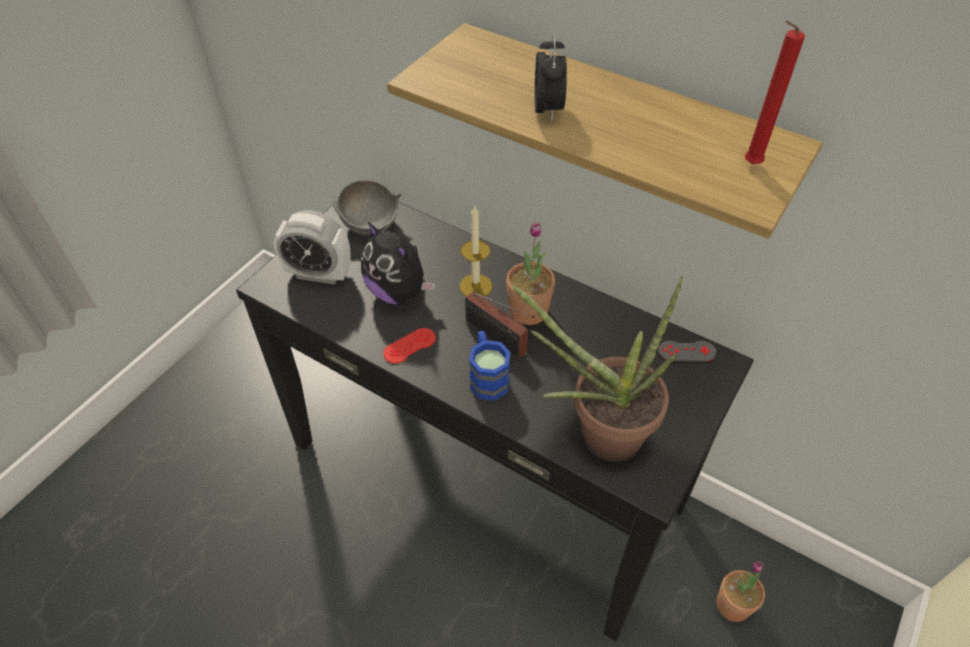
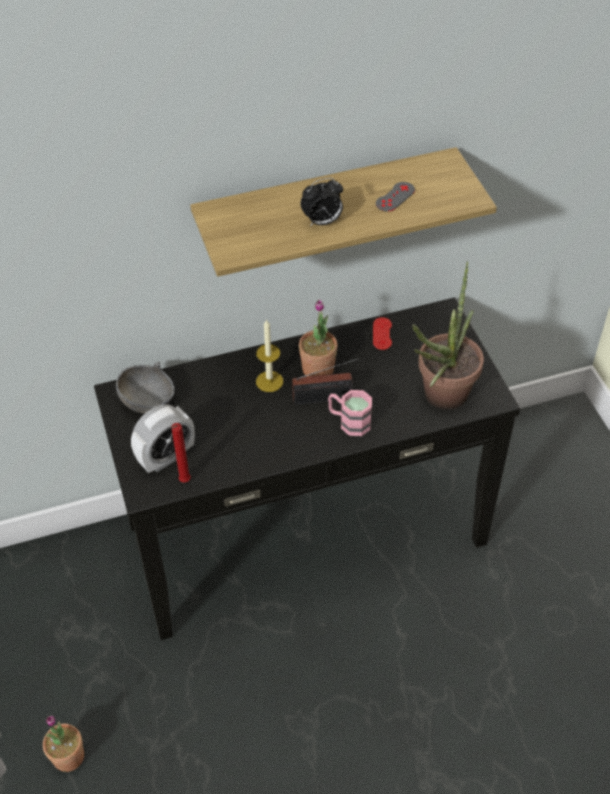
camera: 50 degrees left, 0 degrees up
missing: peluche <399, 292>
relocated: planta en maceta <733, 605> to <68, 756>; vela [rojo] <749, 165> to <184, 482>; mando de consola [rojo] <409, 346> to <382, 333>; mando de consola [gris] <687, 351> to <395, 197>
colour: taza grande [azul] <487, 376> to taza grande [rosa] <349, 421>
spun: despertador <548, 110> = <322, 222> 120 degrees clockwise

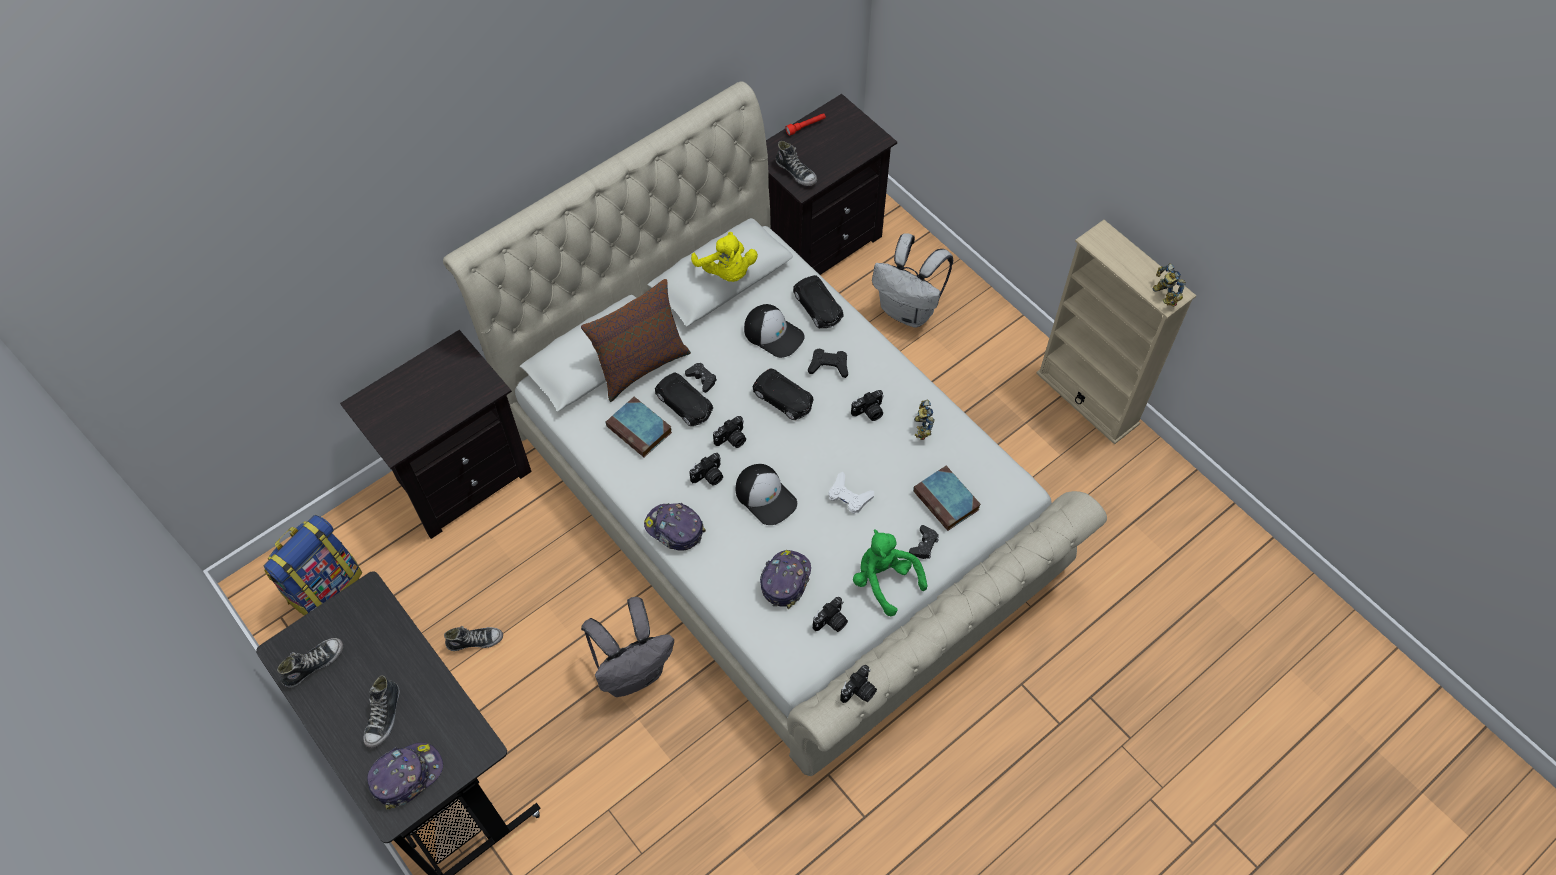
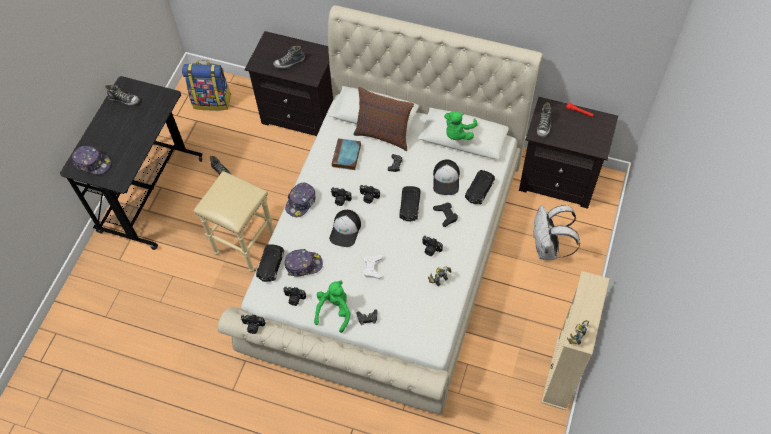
camera: 60 degrees right, 0 degrees up
missing: libro <947, 501>
relocated: coche de juguete [negro] <685, 404> to <270, 265>; zapato <384, 717> to <289, 62>
exchanged: mochila [gris] <633, 672> to taburete [beis] <247, 245>
colour: peluche [amarillo] <726, 272> to peluche [verde] <458, 133>
spun: gorra <674, 529> = <301, 202> 150 degrees counterclockwise

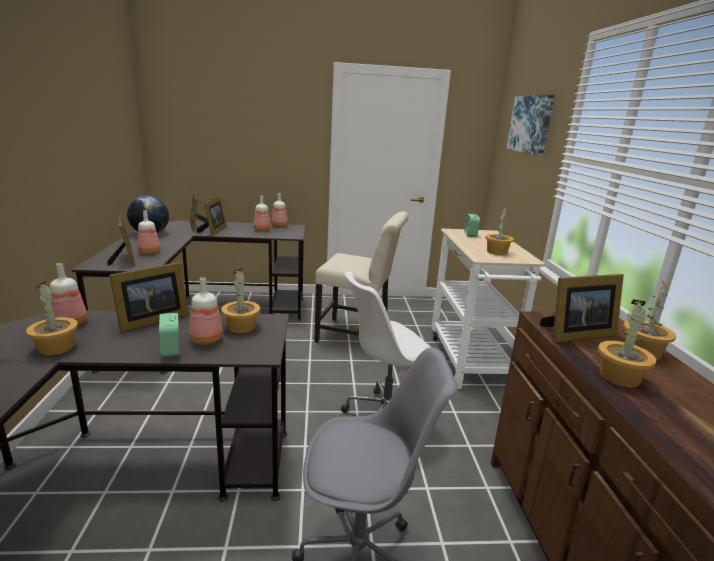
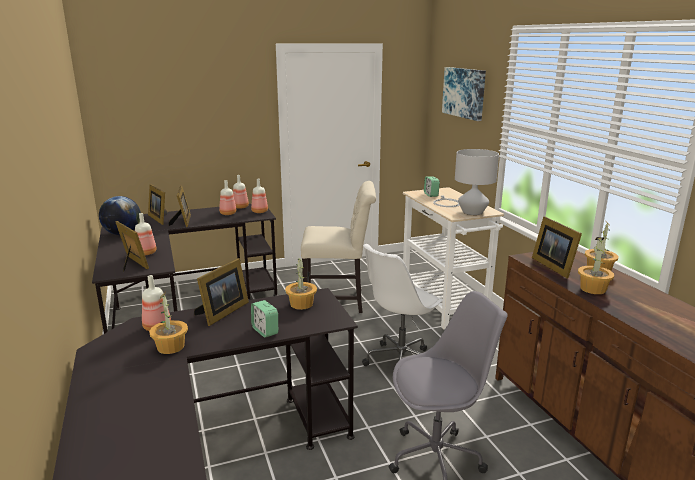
camera: 15 degrees left, 0 degrees up
relocated: botella <205, 340> to <259, 212>
exchanged: planta en maceta <496, 252> to lámpara de mesa [gris] <462, 208>
spun: portarretratos <575, 334> = <553, 266> 105 degrees clockwise

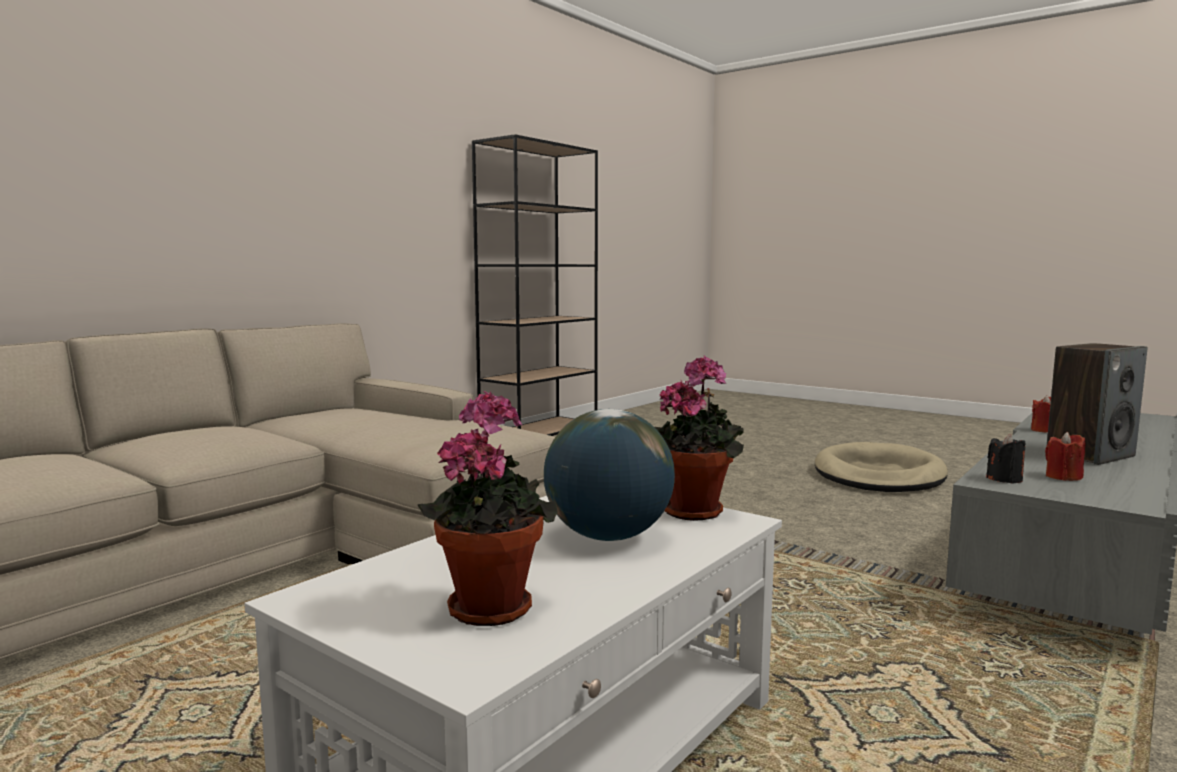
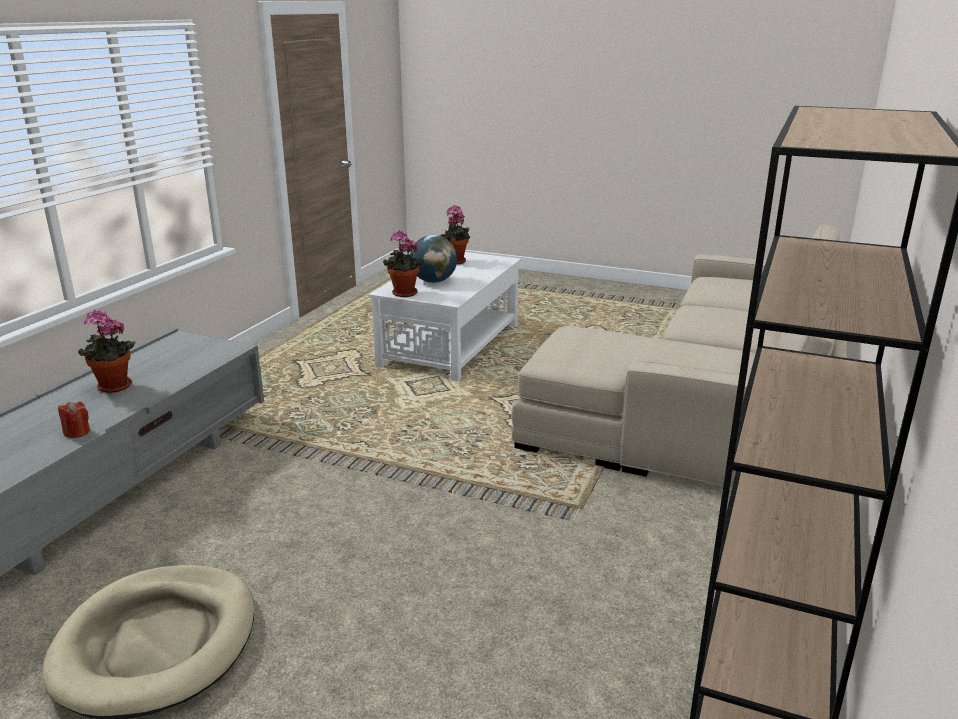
camera: 165 degrees right, 15 degrees up
missing: vela [negro] <1004, 479>; vela [rojo] <1063, 477>
exchanged: altavoz <1089, 455> to planta en maceta <113, 388>

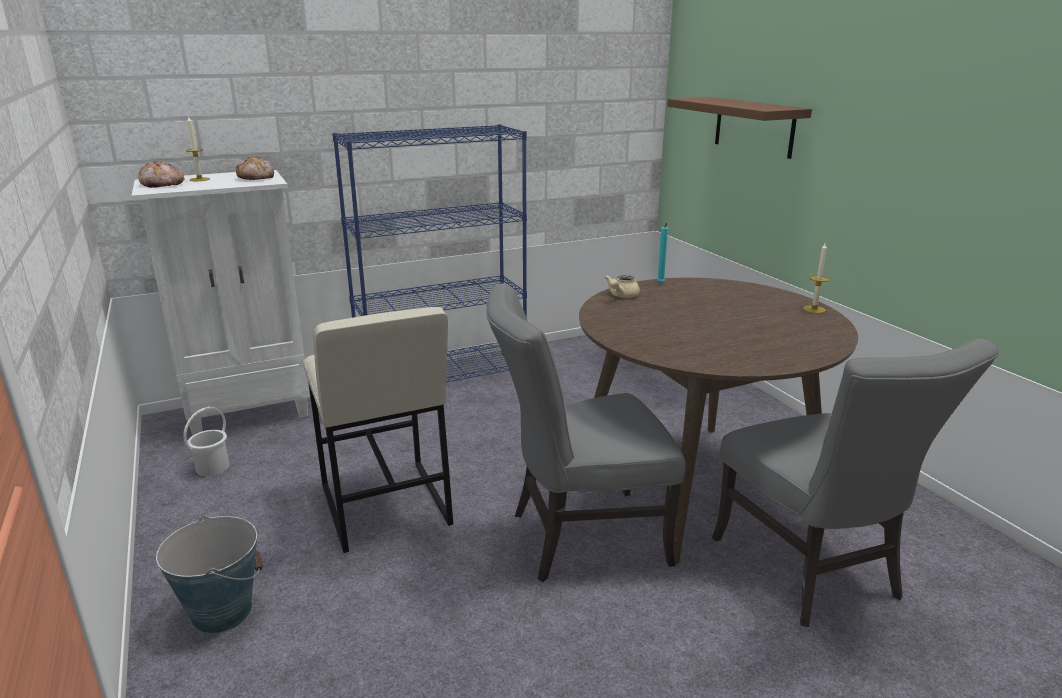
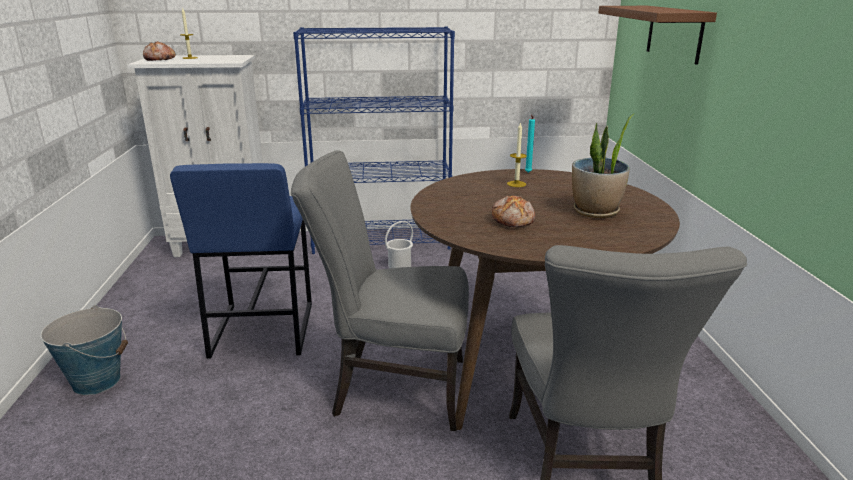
camera: 20 degrees right, 0 degrees up
missing: tetera [beis] <621, 296>
appeared: planta en maceta <595, 212>
relocated: cubo [blanco] <212, 467> to <399, 266>; pan <256, 178> to <513, 220>; vela <814, 309> to <516, 184>
colour: silla [beis] <386, 507> to silla [azul] <262, 331>

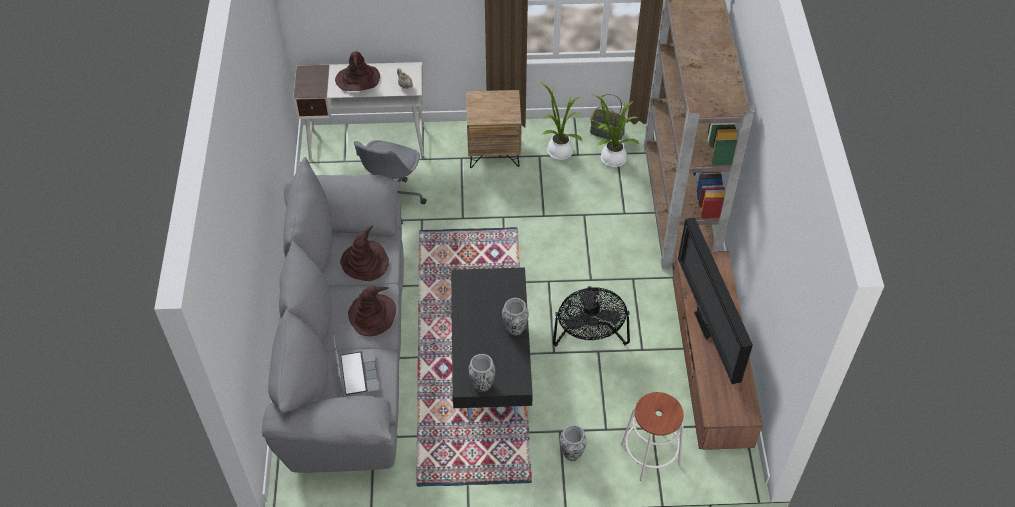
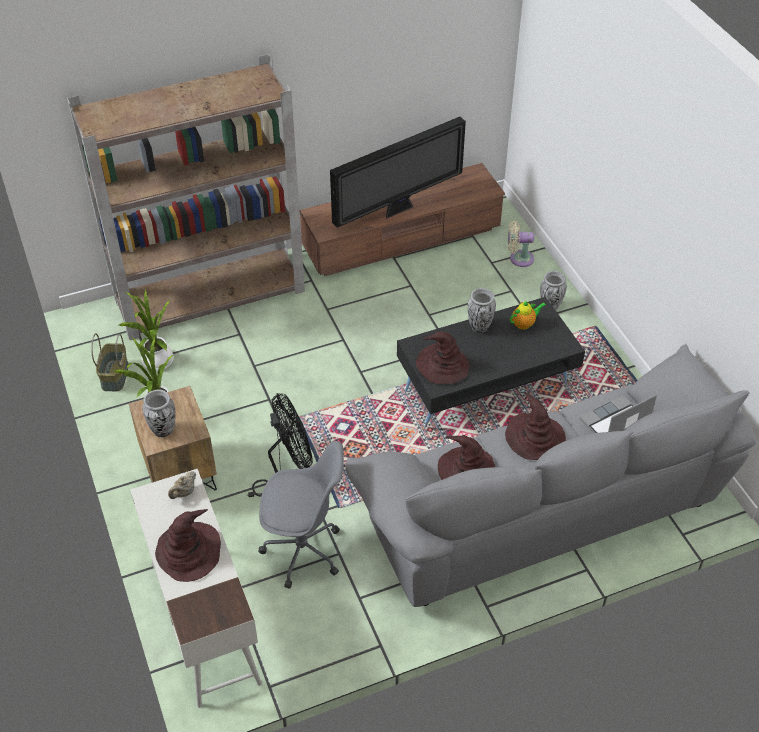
camera: 110 degrees left, 5 degrees down
appeared: sombrero [marrón] <442, 365>; tetera <524, 324>
relocated: florero <482, 385> to <163, 430>; ventilador [negro] <586, 332> to <287, 468>
exchanged: taburete [blanco] <650, 454> to ventilador [beis] <519, 258>

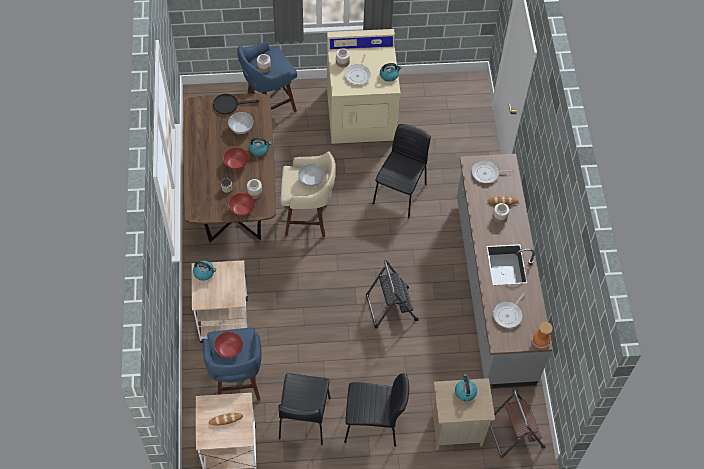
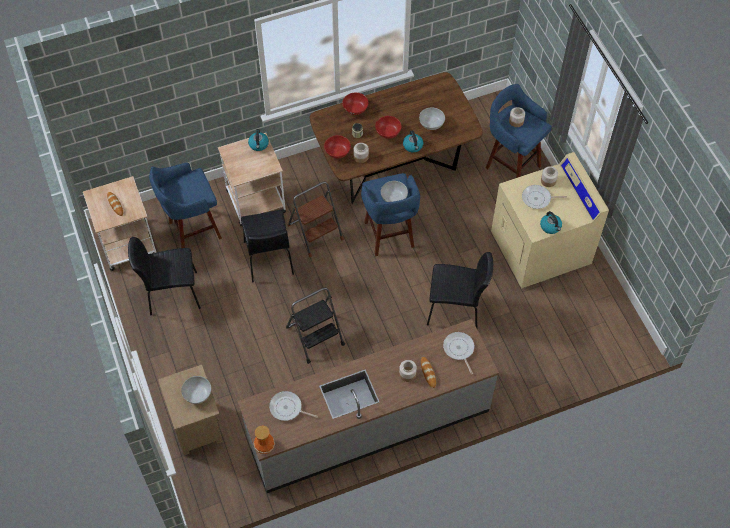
camera: 75 degrees right, 0 degrees up
missing: sartén [negro] <229, 105>
relocated: silla [negro] <374, 423> to <269, 260>; escalera de tijera [marrón] <513, 433> to <314, 230>; cuenco [rojo] <229, 349> to <355, 109>
exchanged: hervidor <465, 392> to cuenco [blanco] <197, 395>
colour: taburete [beis] <308, 220> to taburete [azul] <389, 237>

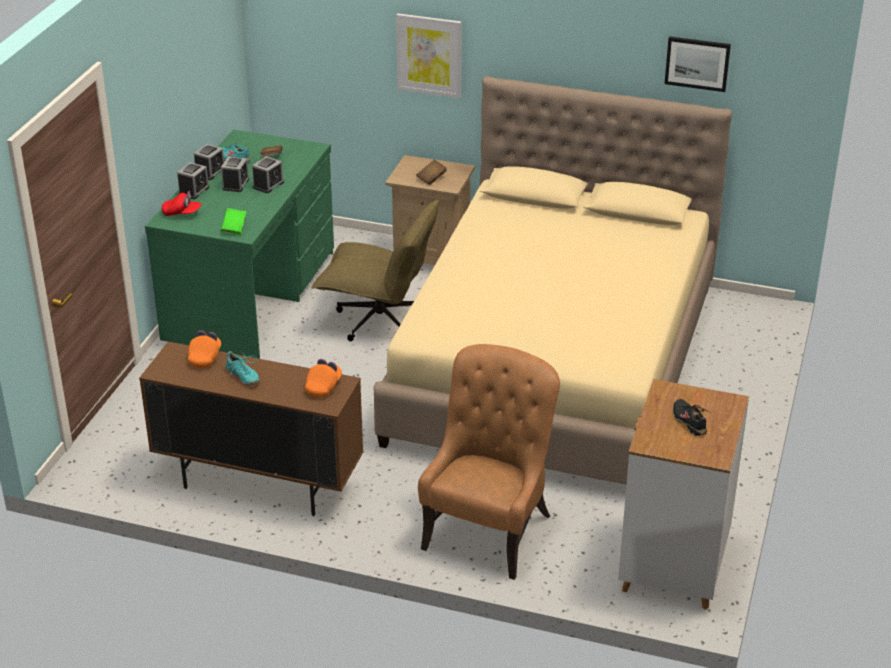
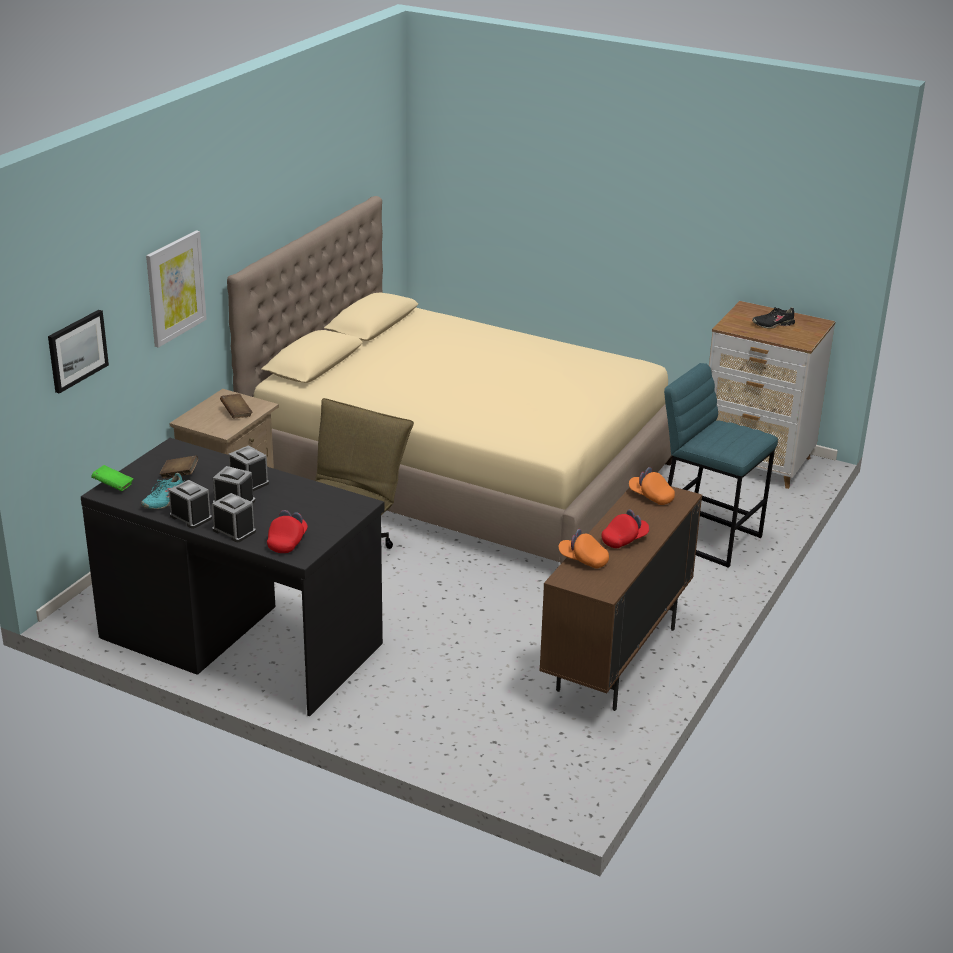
camera: 80 degrees left, 5 degrees down
relocated: cuadro <697, 63> to <77, 350>; libro [verde] <234, 228> to <113, 486>
exchanged: zapato [turquesa] <242, 376> to gorra [rojo] <624, 540>; silla [marrón] <489, 531> to taburete [turquesa] <707, 537>
colour: escritorio [verde] <251, 295> to escritorio [negro] <241, 639>

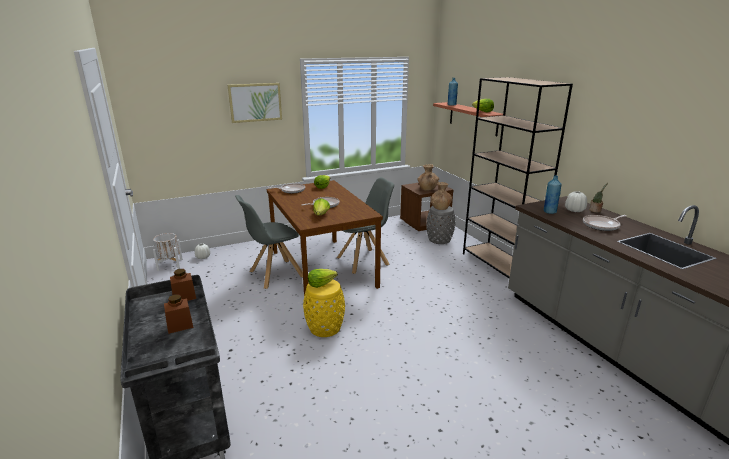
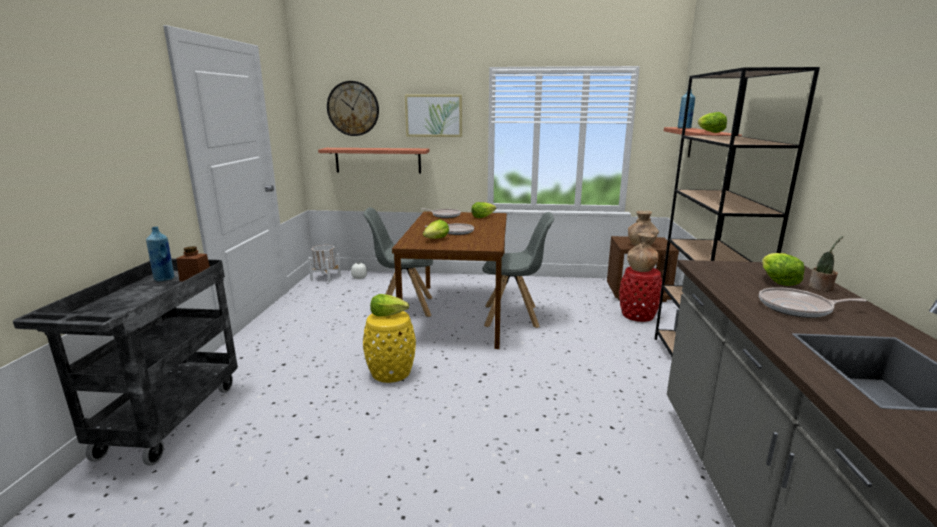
camera: 30 degrees right, 5 degrees down
missing: tarro [marrón] <180, 325>
appeared: estante <378, 160>; reloj de pared <353, 108>
relocated: botella [azul] <549, 212> to <165, 279>
exchanged: florero [blanco] <574, 210> to lechuga <776, 281>
colour: taburete [gris] <439, 240> to taburete [rojo] <638, 315>

